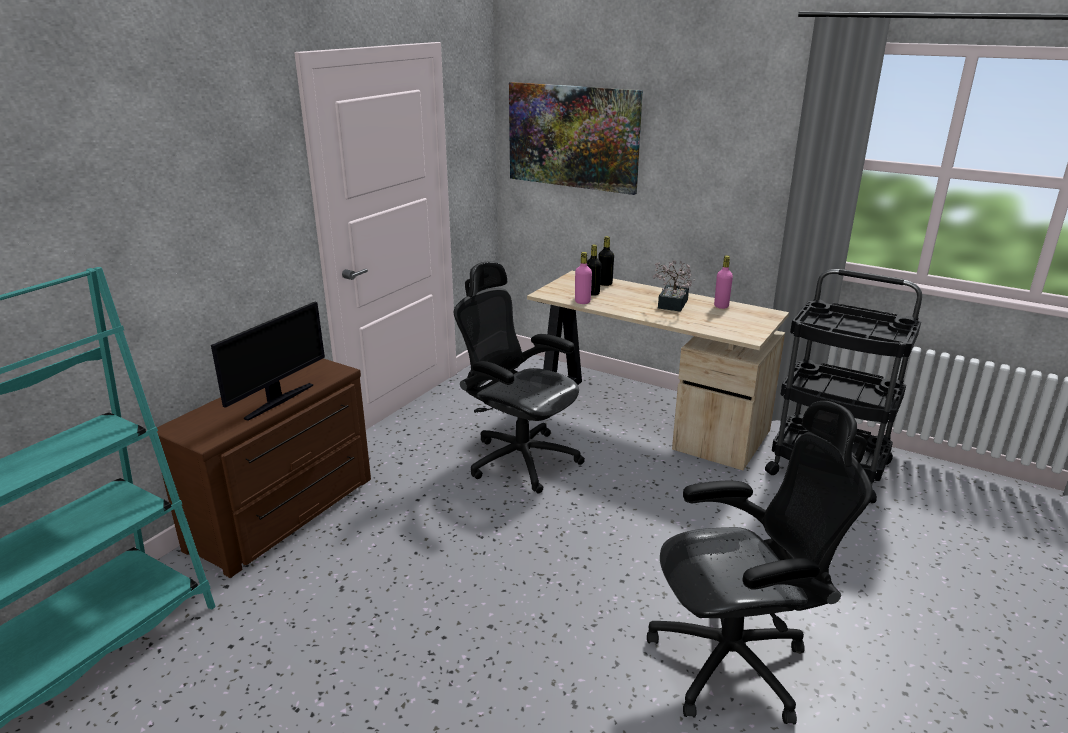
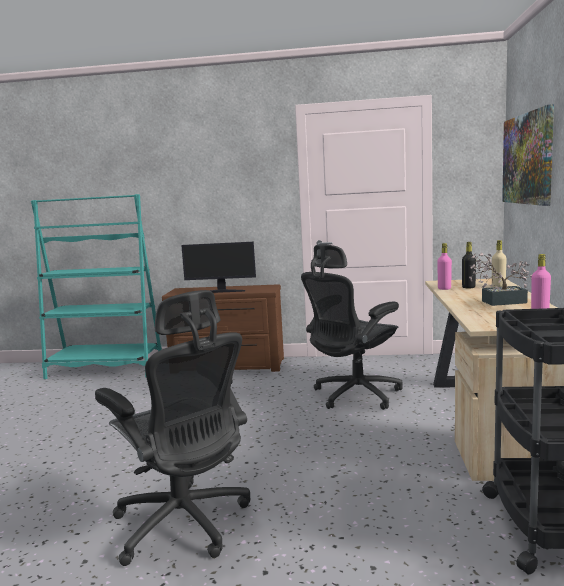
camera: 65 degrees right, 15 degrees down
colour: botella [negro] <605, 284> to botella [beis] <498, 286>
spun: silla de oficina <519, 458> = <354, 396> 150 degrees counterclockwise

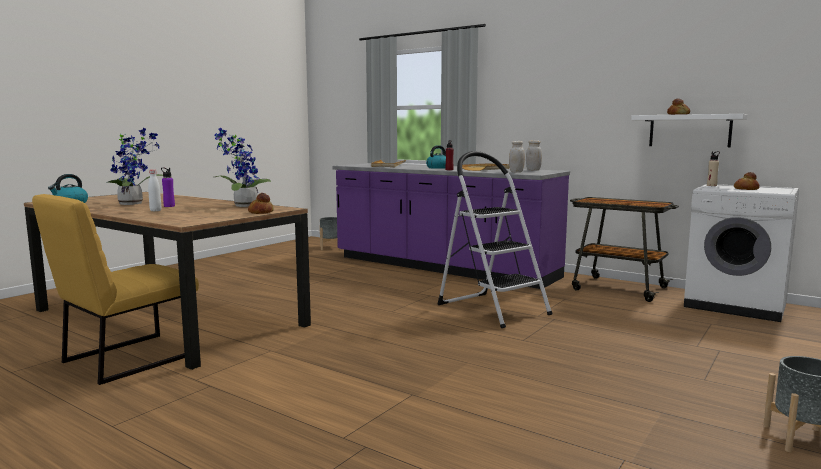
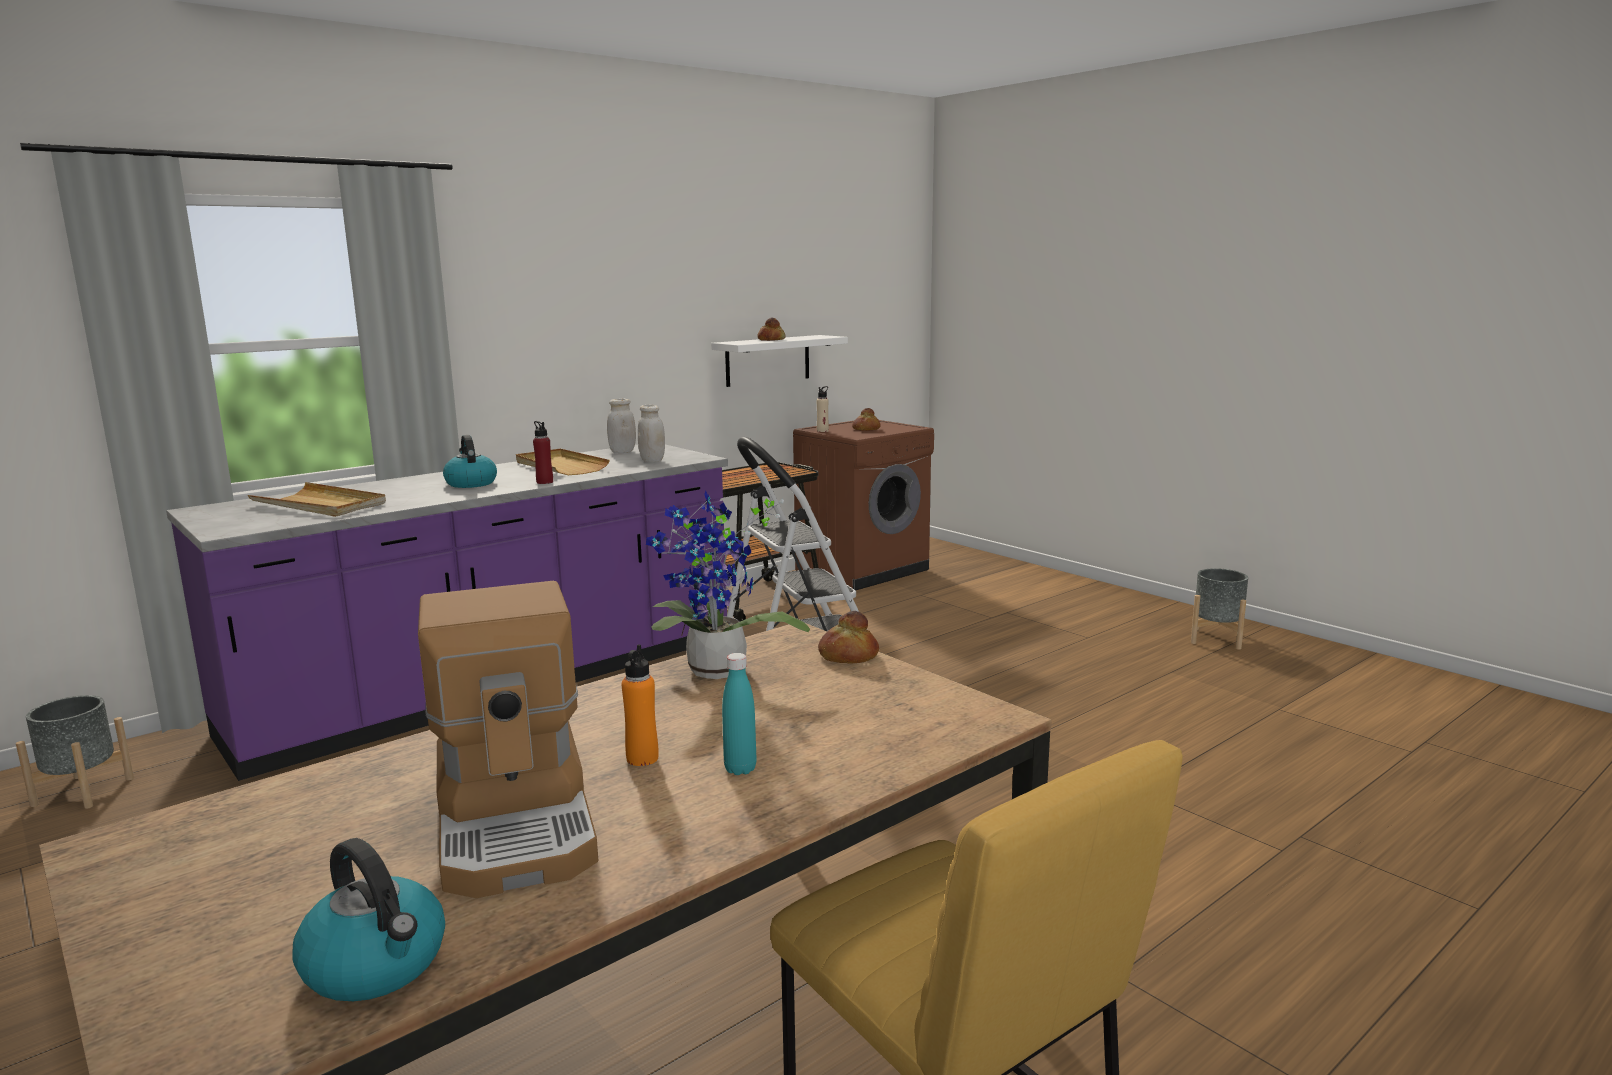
camera: 75 degrees left, 5 degrees up
exchanged: planta en maceta <134, 204> to cafetera <518, 820>
colour: botella [morado] <169, 206> to botella [naranja] <642, 758>; botella [blanco] <155, 210> to botella [turquesa] <740, 769>; lavadora [blanco] <735, 306> to lavadora [marrón] <864, 571>

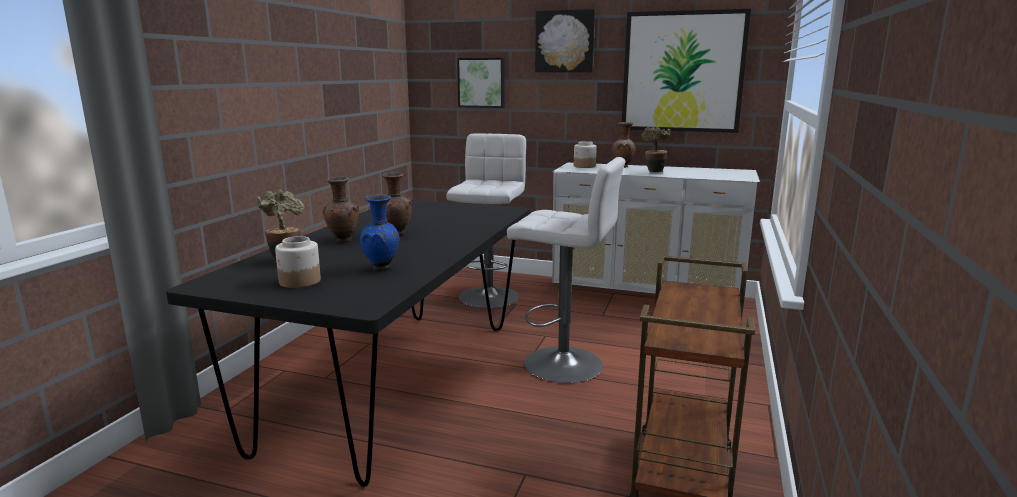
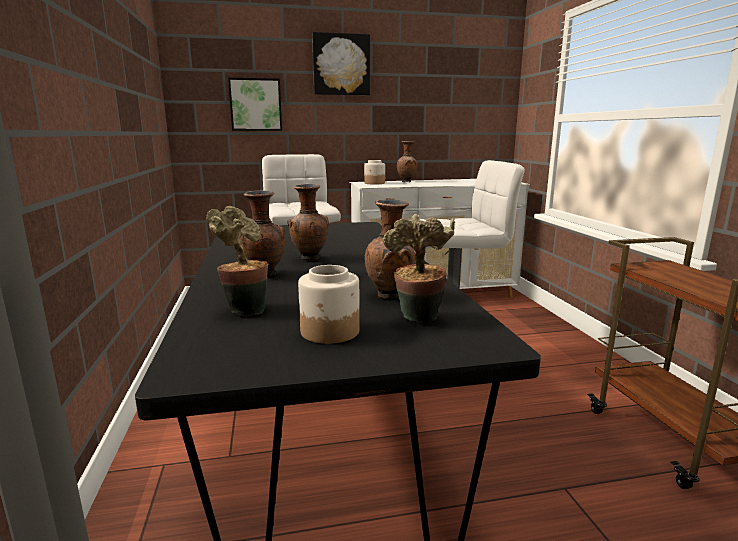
camera: 30 degrees left, 0 degrees up
missing: cuadro <682, 72>
relocated: planta en maceta <654, 172> to <418, 320>
colour: florero [azul] <382, 269> to florero [marrón] <390, 296>

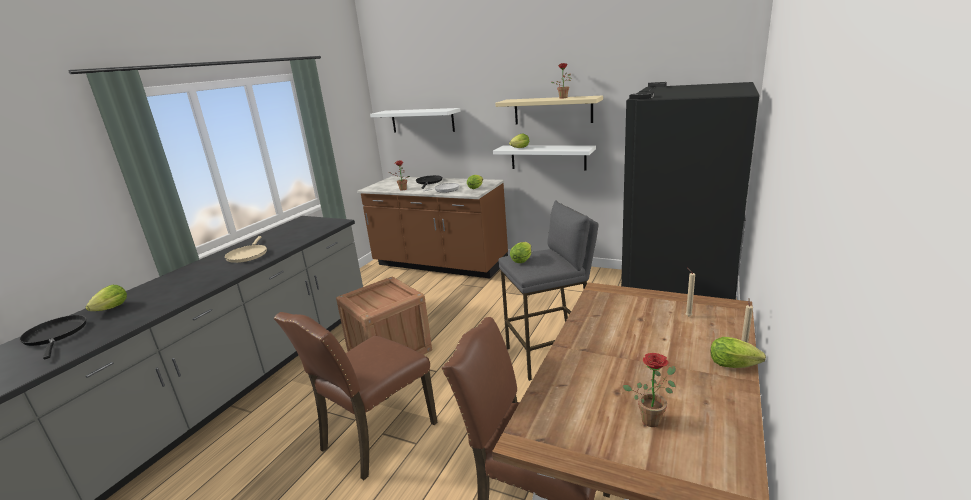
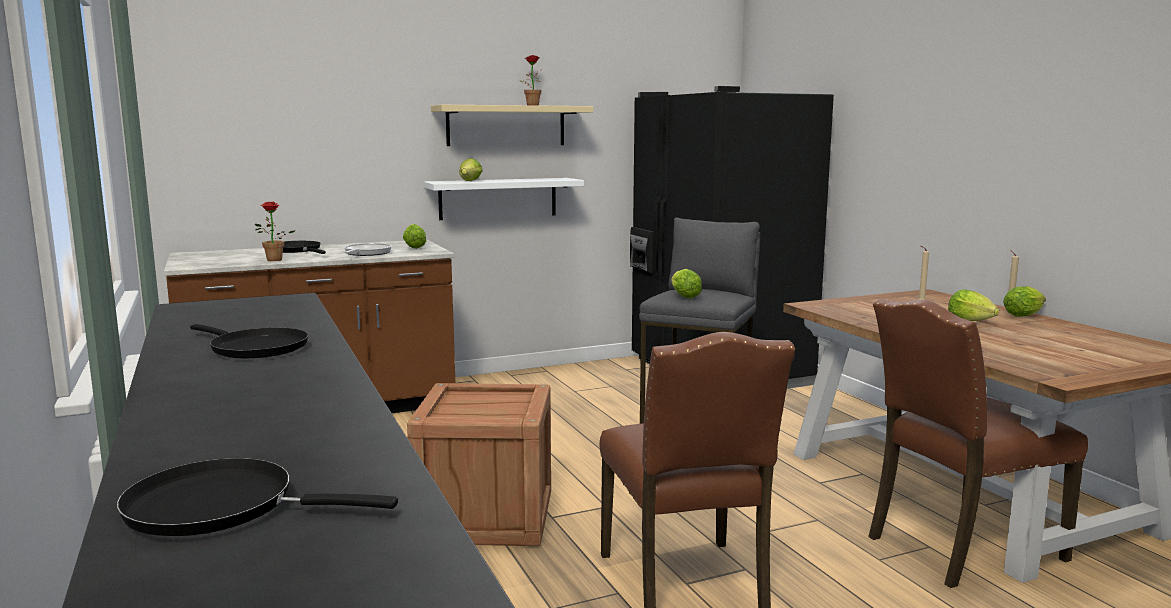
camera: 50 degrees left, 10 degrees down
missing: estante [blanco] <422, 120>; planta en maceta <652, 418>
relocated: lechuga <109, 309> to <973, 322>
colour: sartén [beis] <248, 255> to sartén [negro] <255, 348>

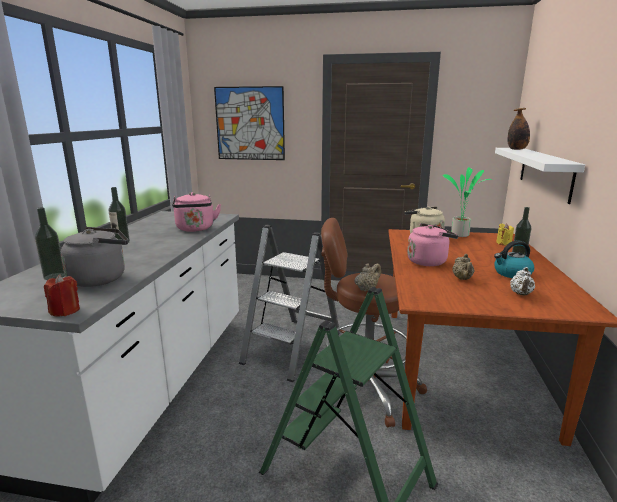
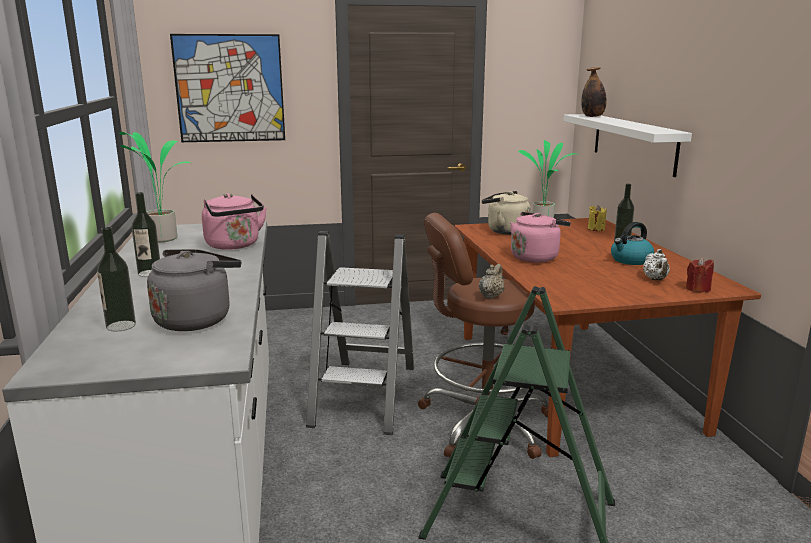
camera: 20 degrees left, 0 degrees up
missing: tetera [beis] <462, 279>
appeared: planta en maceta <162, 238>
relocated: vela [rojo] <65, 311> to <697, 289>

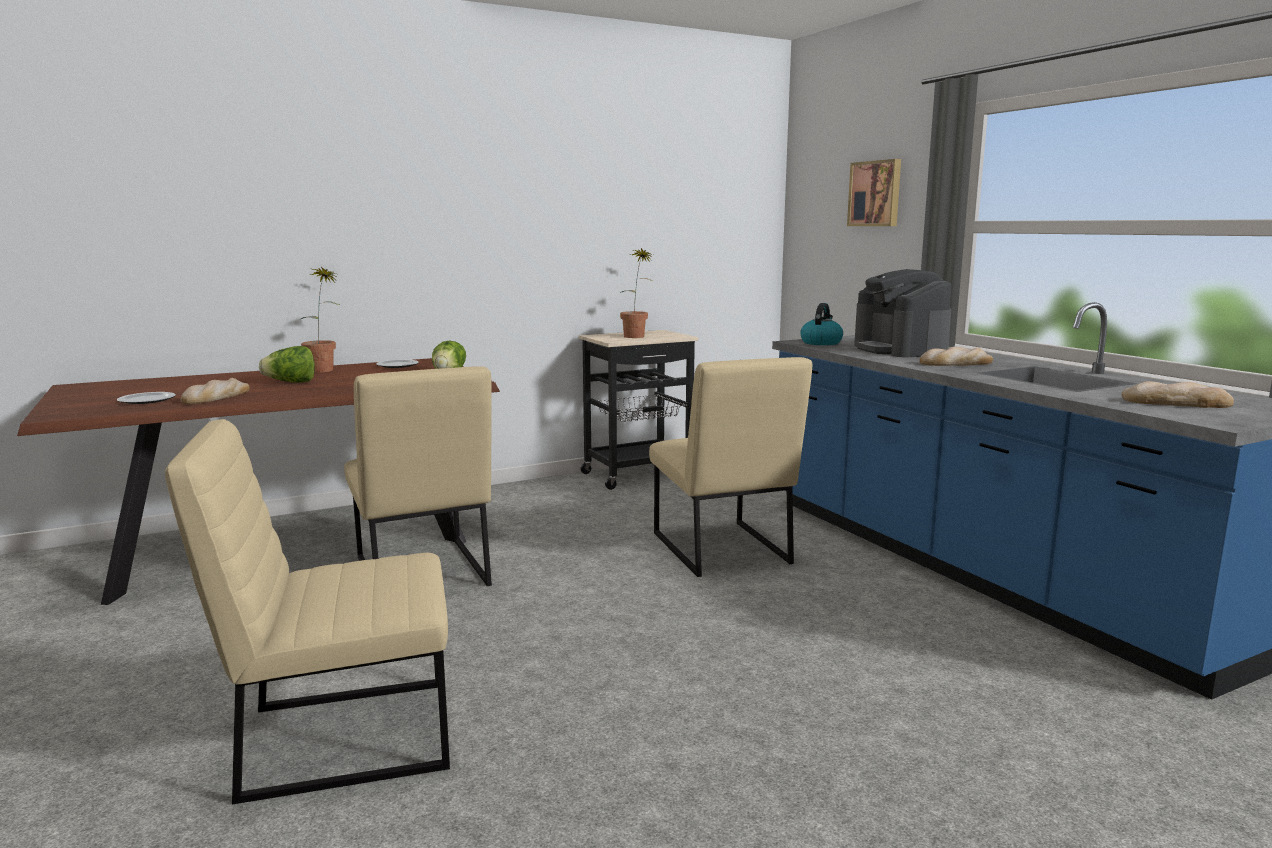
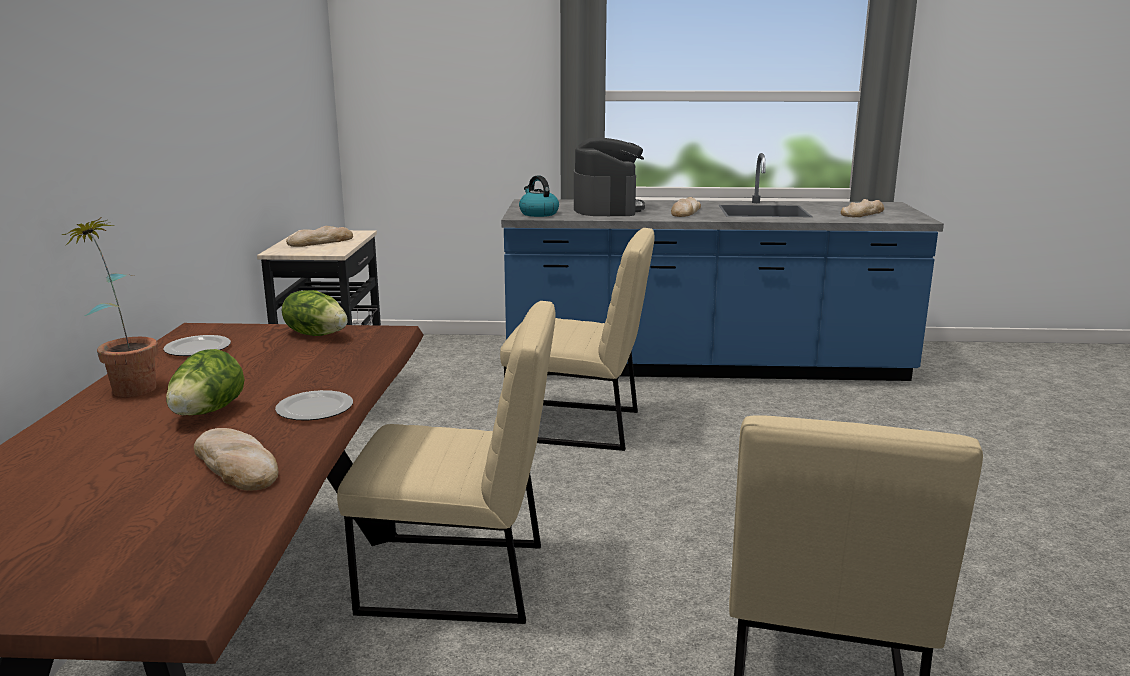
camera: 60 degrees left, 5 degrees up
missing: cuadro <876, 194>
relocated: plato <146, 400> to <316, 409>
exchanged: planta en maceta <637, 336> to pan <320, 241>
spun: cafetera <900, 349> = <607, 208> 105 degrees counterclockwise

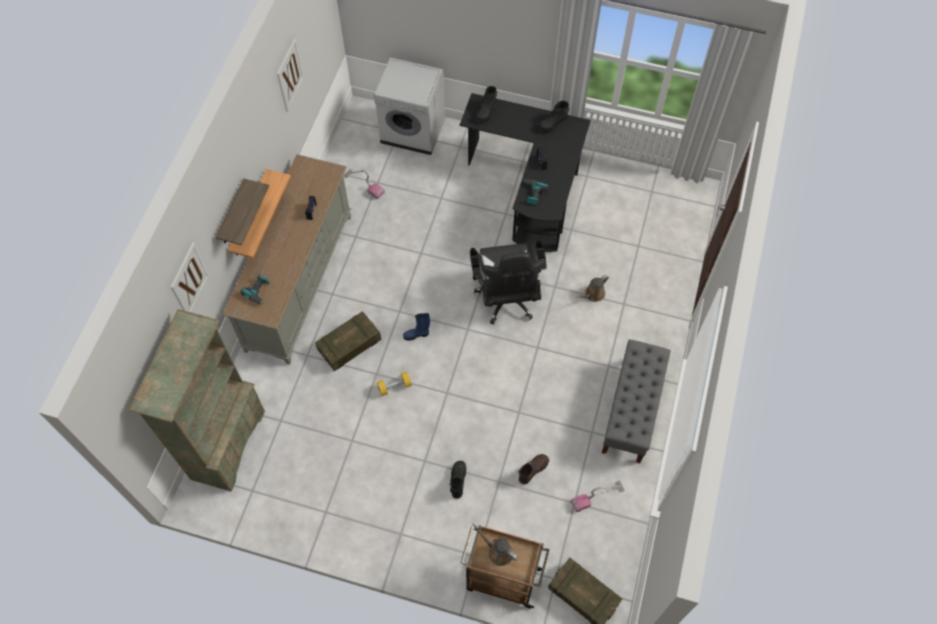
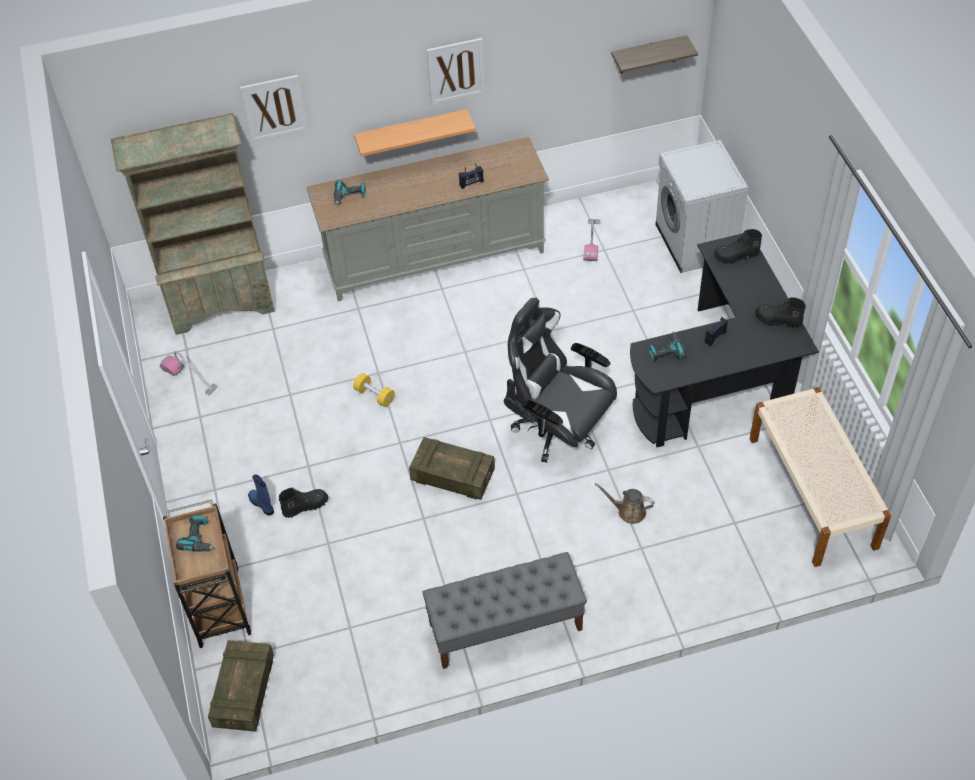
camera: 60 degrees right, 10 degrees down
missing: bota [marrón] <532, 470>
appeared: banco [beis] <813, 492>
relocated: aspiradora <597, 496> to <189, 377>; bota [azul] <417, 334> to <262, 504>; caja de embalaje <349, 345> to <453, 476>; cuadro <290, 75> to <456, 71>; estante <232, 214> to <648, 55>
exchanged: regadera [marrón] <498, 551> to taladro <199, 538>
spun: silla de oficina [negro] <506, 295> = <560, 430> 75 degrees clockwise

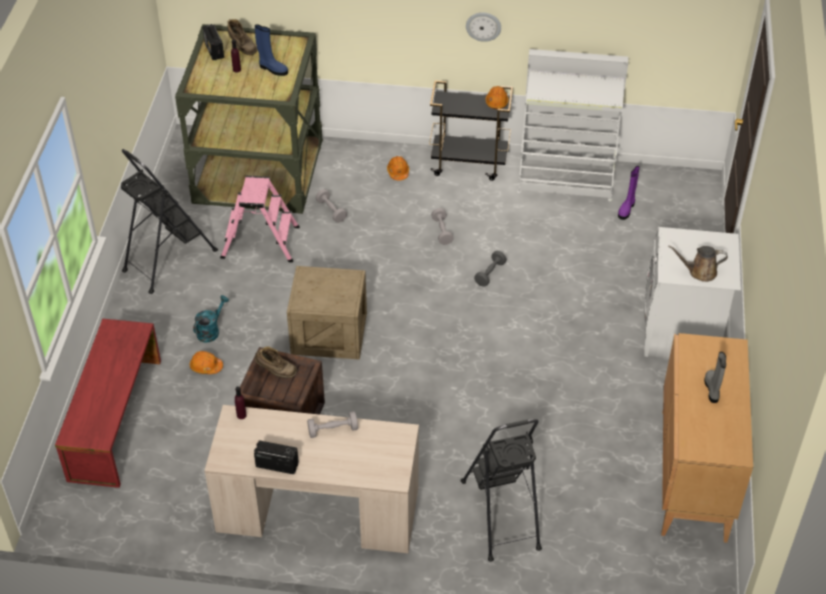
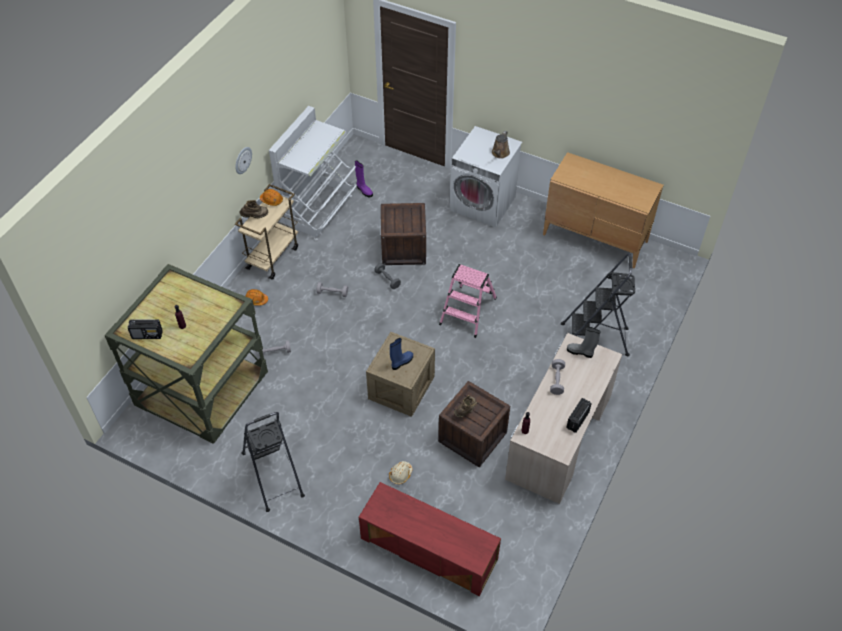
camera: 70 degrees left, 5 degrees up
missing: regadera [turquesa] <211, 330>
appeared: caja de embalaje <403, 248>
relocated: bota [marrón] <242, 47> to <255, 217>; bota [azul] <272, 69> to <401, 362>; escalera de tijera [rosa] <260, 242> to <468, 311>; bota [gris] <712, 389> to <580, 352>
colour: carrito [negro] <469, 166> to carrito [beis] <274, 257>; casco [naranja] <206, 367> to casco [beis] <400, 474>

